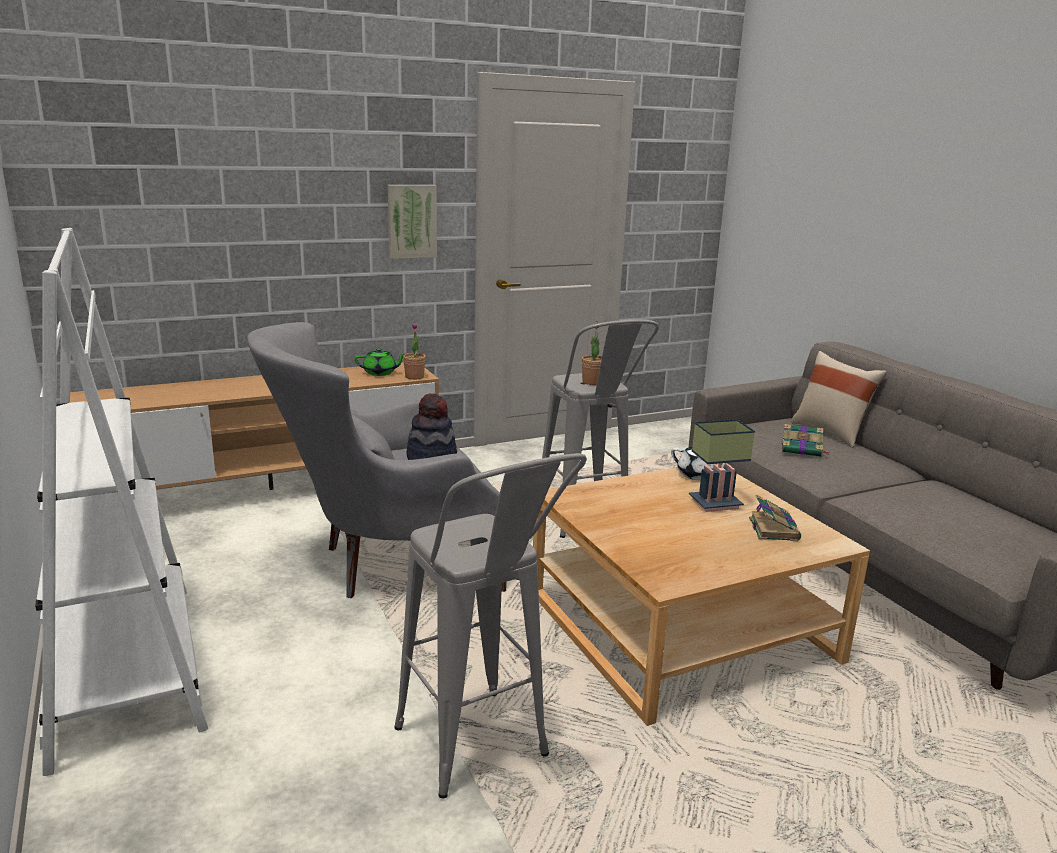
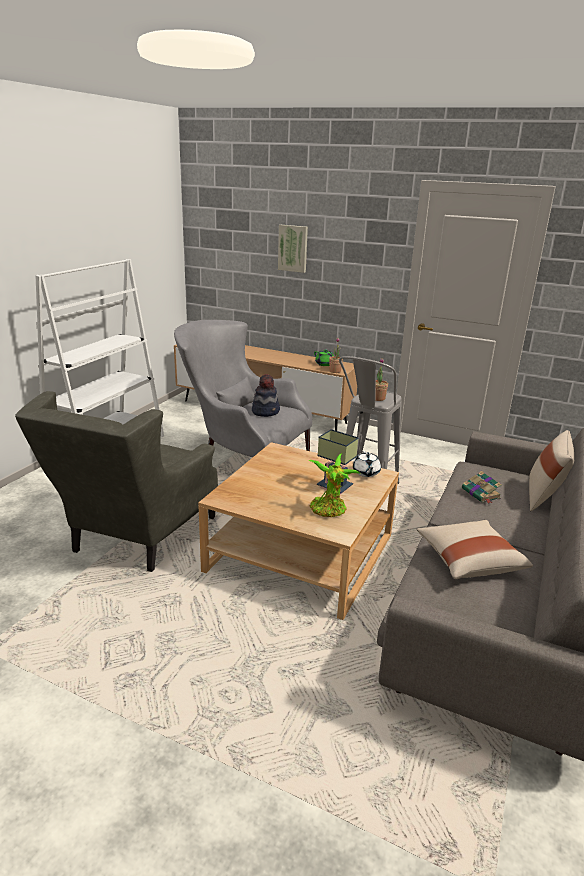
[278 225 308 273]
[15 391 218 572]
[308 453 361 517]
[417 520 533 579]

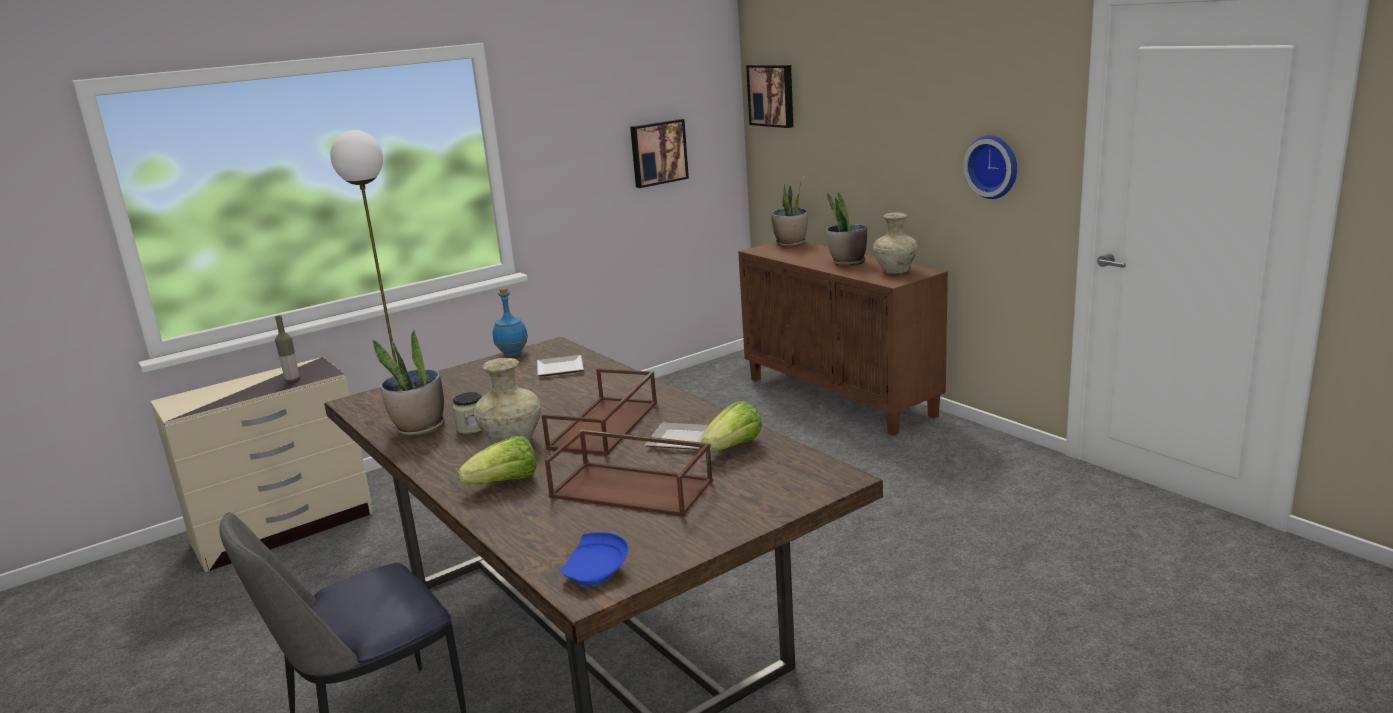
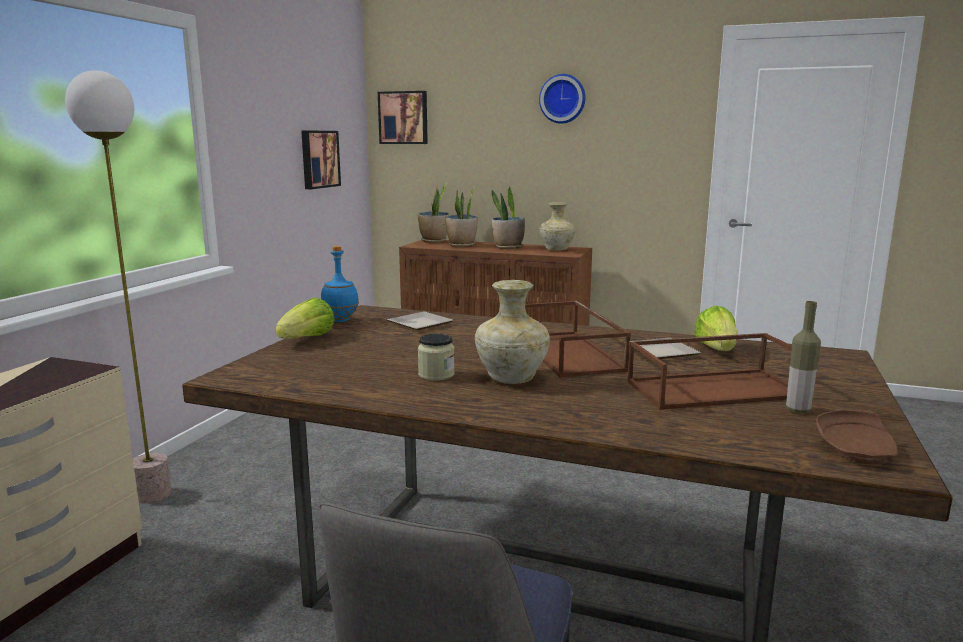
[786 301 821 413]
[445 185 477 247]
[275 297 335 339]
[816 410 898 464]
[539 74 586 124]

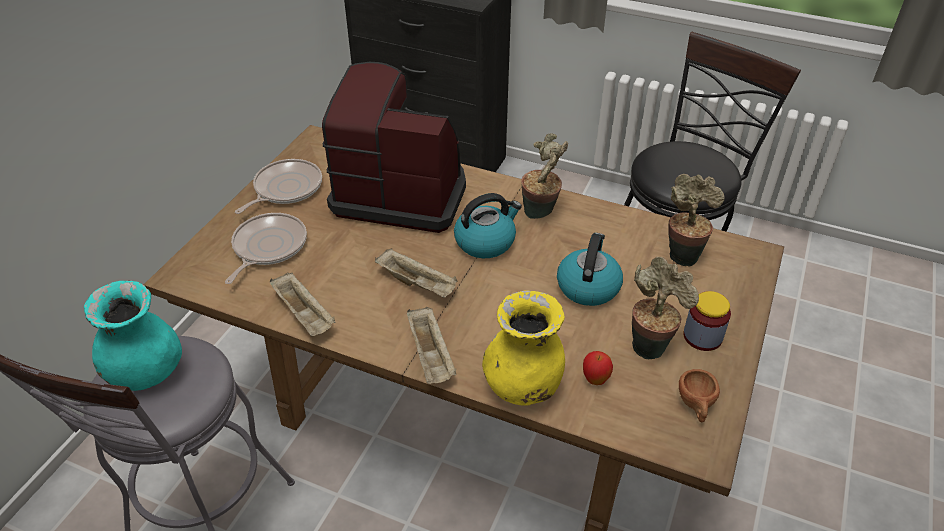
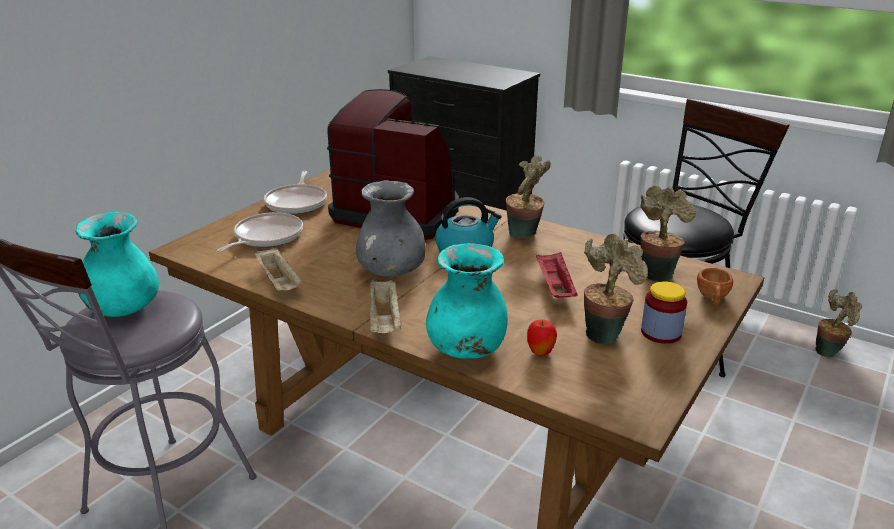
[264 171 327 214]
[356 180 426 277]
[426 243 508 359]
[536 252 578 298]
[697 268 733 306]
[815 289 862 357]

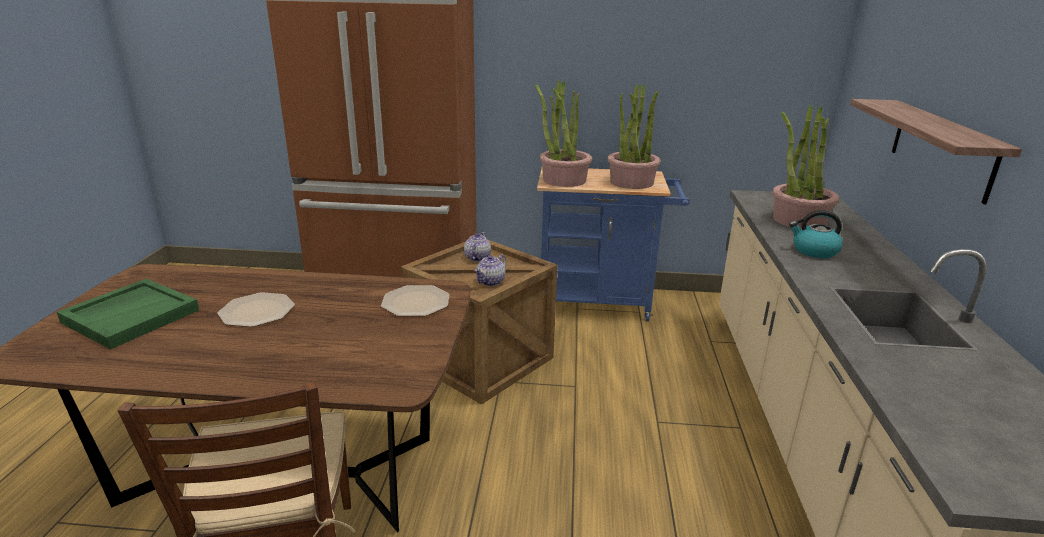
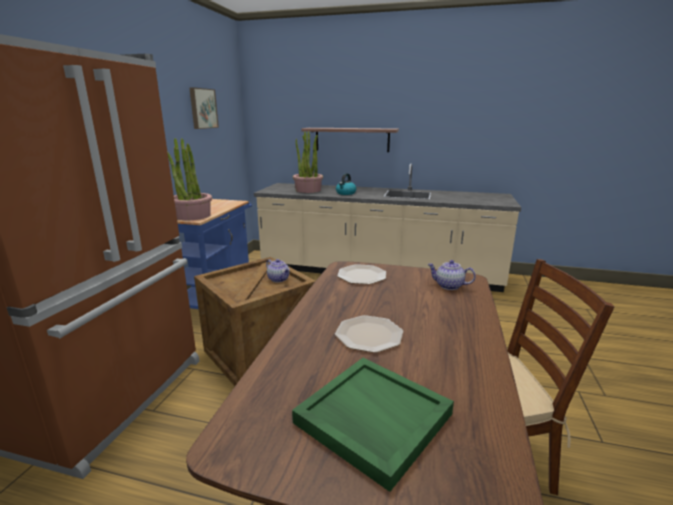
[427 260 476 290]
[608 83 661 189] (first image)
[189 87 219 129]

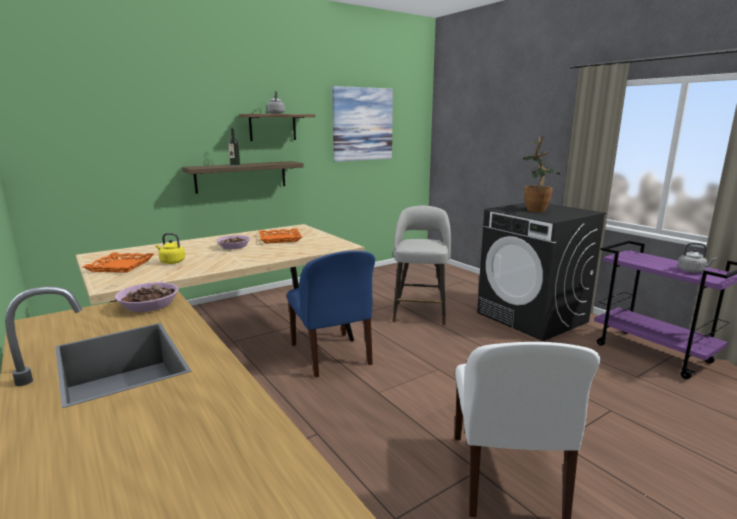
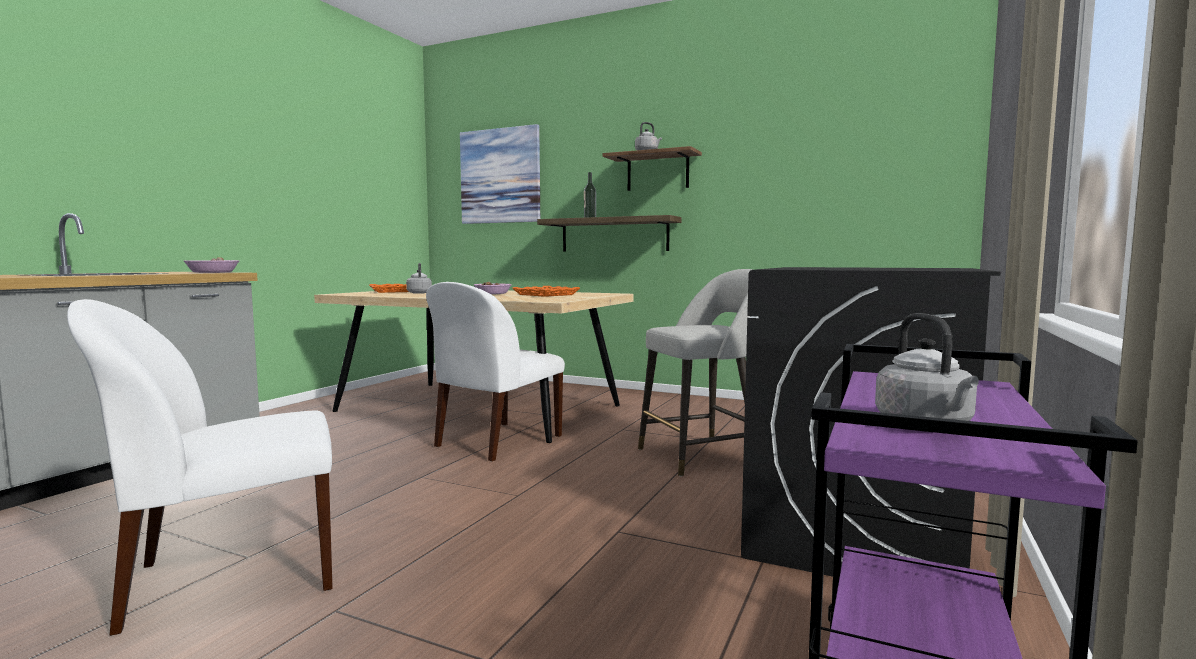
[406 263 432 294]
[426 282 565 461]
[460 124 540 224]
[523 136 561 212] (first image)

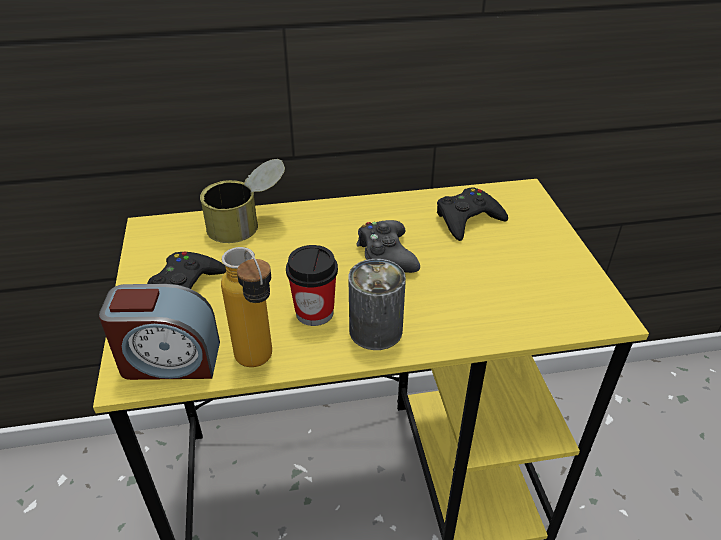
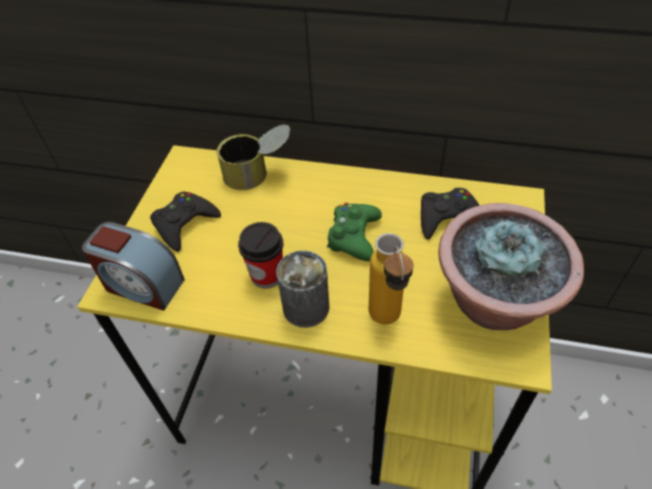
[369 233 413 324]
[327 203 382 261]
[438 203 584 330]

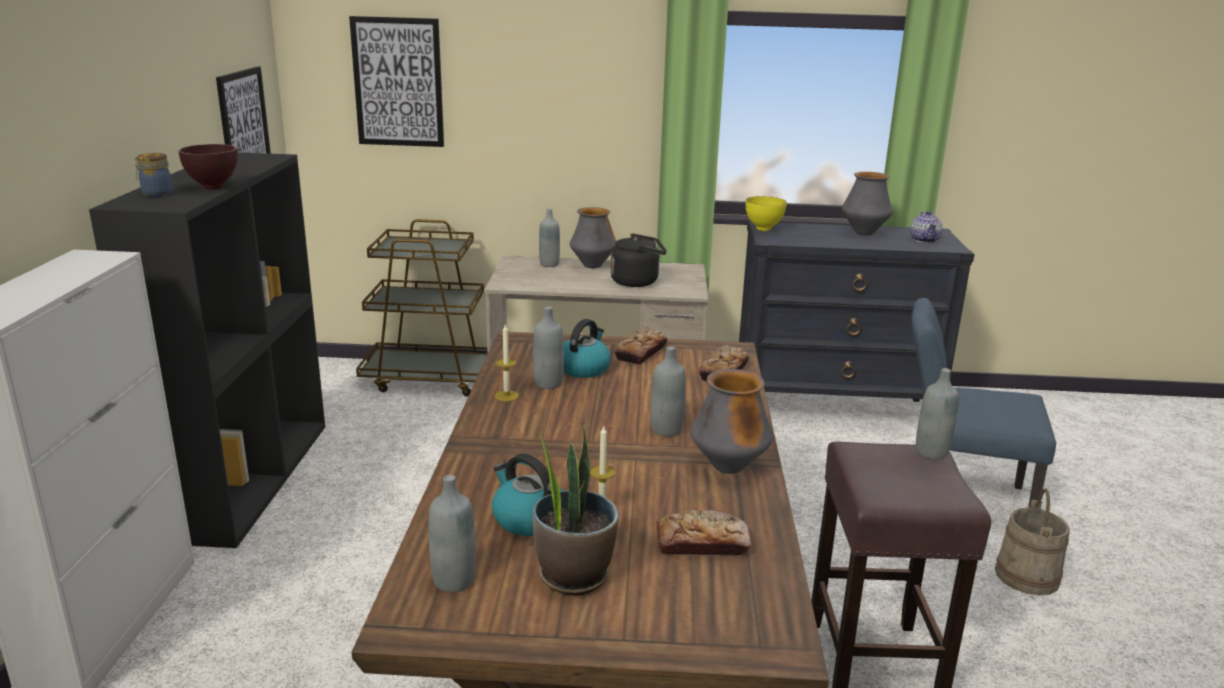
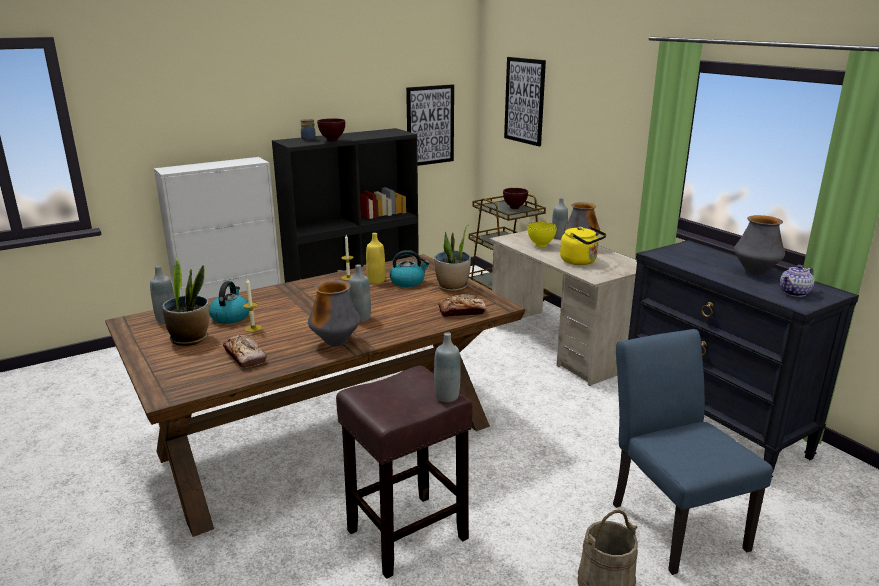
[366 233 385 284]
[560 226 606 265]
[434 224 471 292]
[528 222 557 247]
[503 188 528 209]

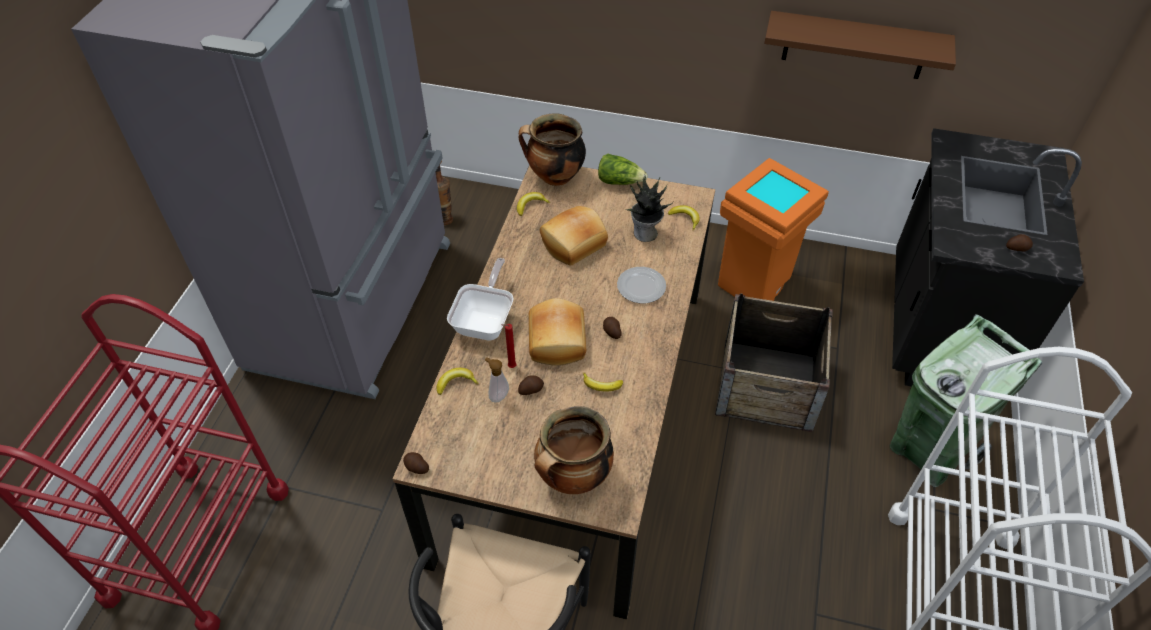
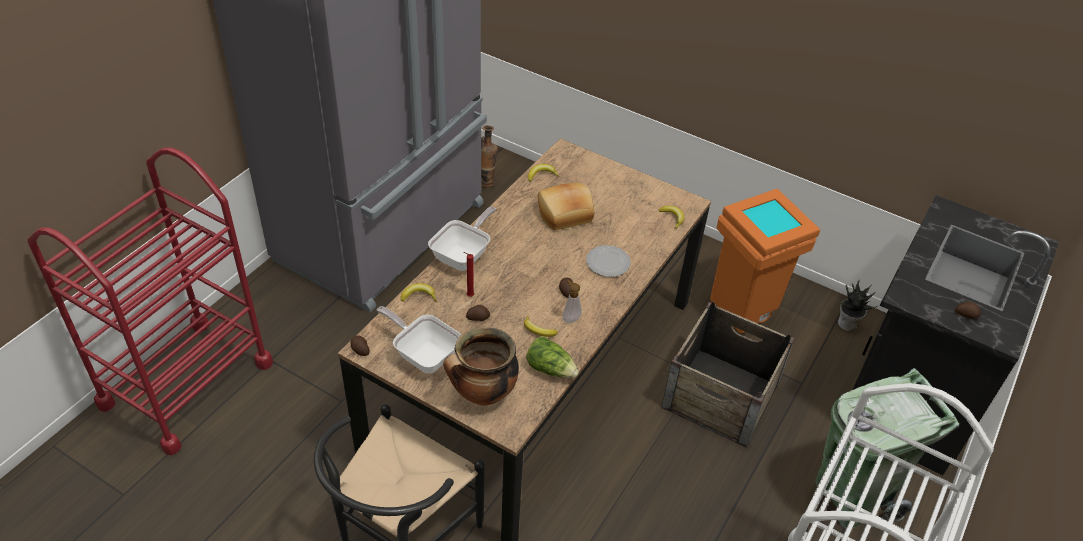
[562 280 582 323]
[519 113 586 186] (first image)
[529 298 586 366] (first image)
[526 337 579 378]
[838 280 877 331]
[764 11 956 79] (first image)
[377 306 461 374]

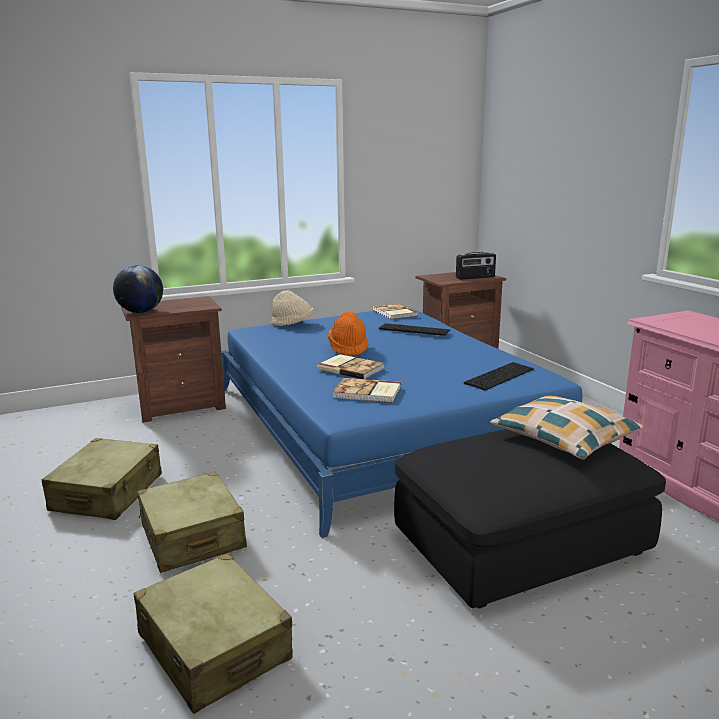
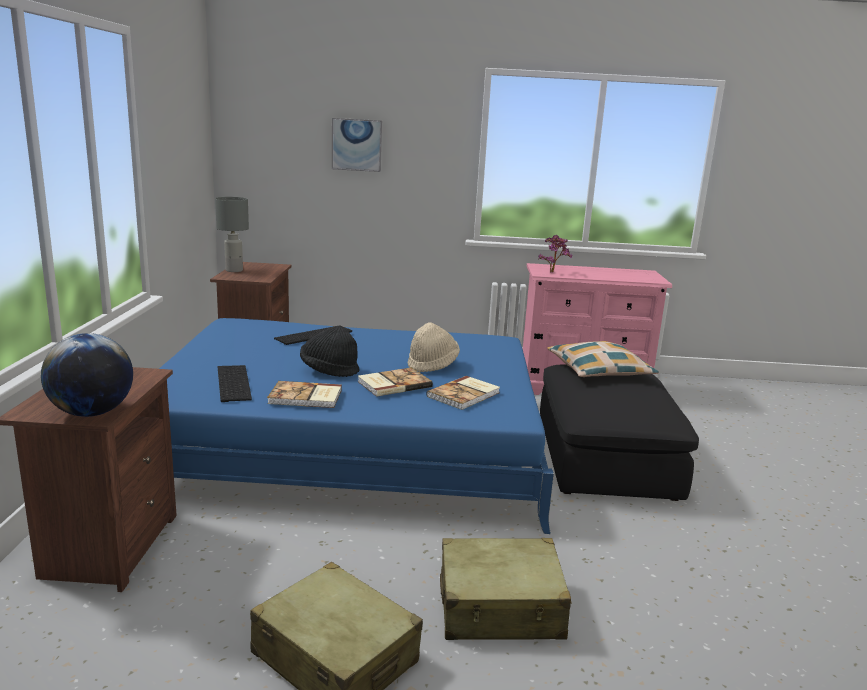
[134 553 293 714] (first image)
[408 322 460 372]
[300 326 360 377]
[267 381 342 408]
[456 252 496 280] (first image)
[218 365 252 402]
[215 197 249 272]
[332 118 382 172]
[538 235 572 272]

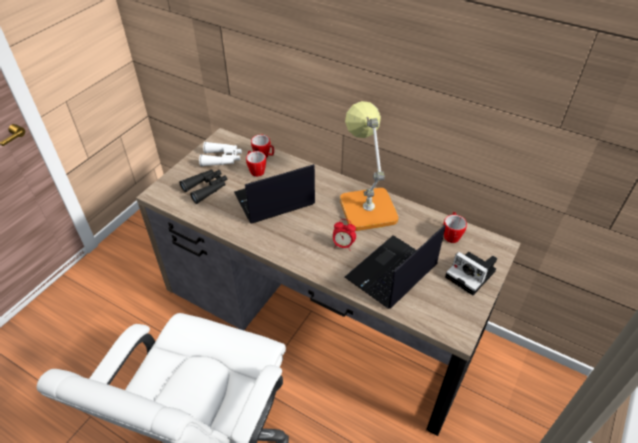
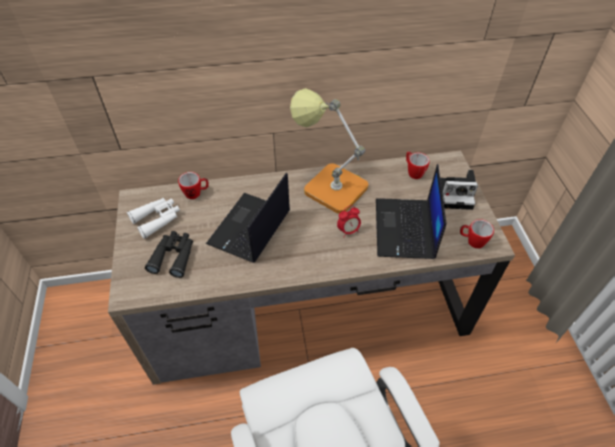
[460 219 494 249]

